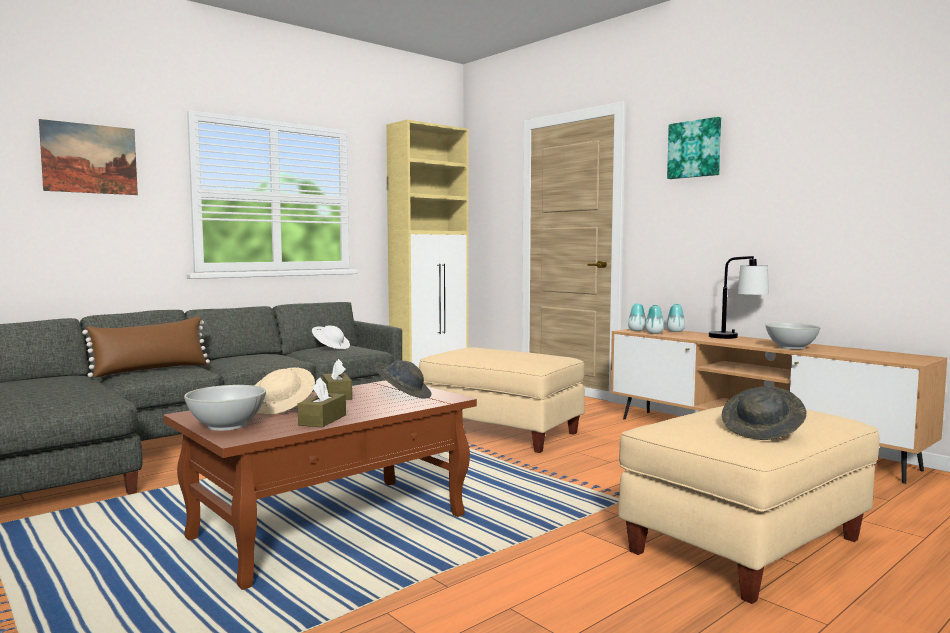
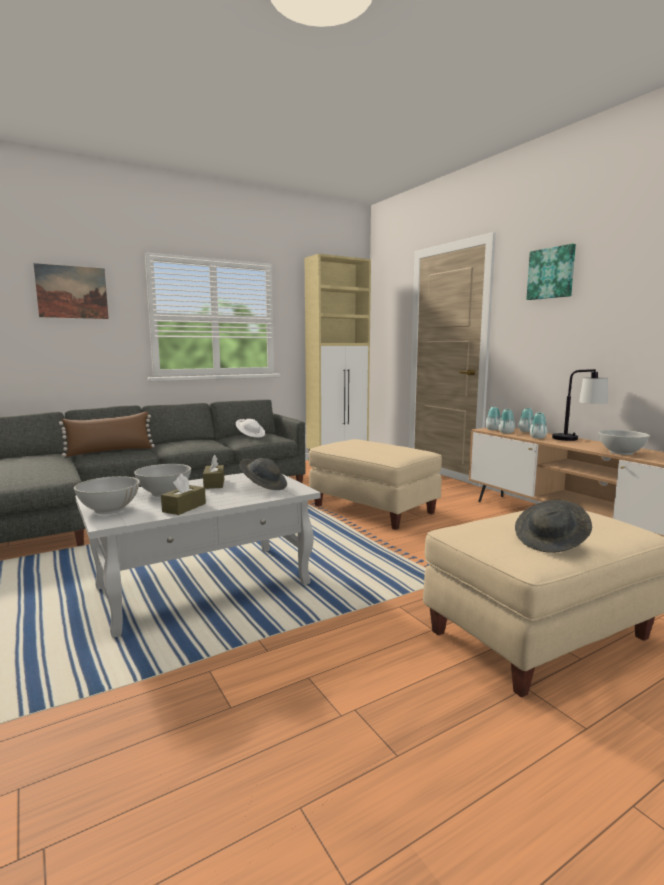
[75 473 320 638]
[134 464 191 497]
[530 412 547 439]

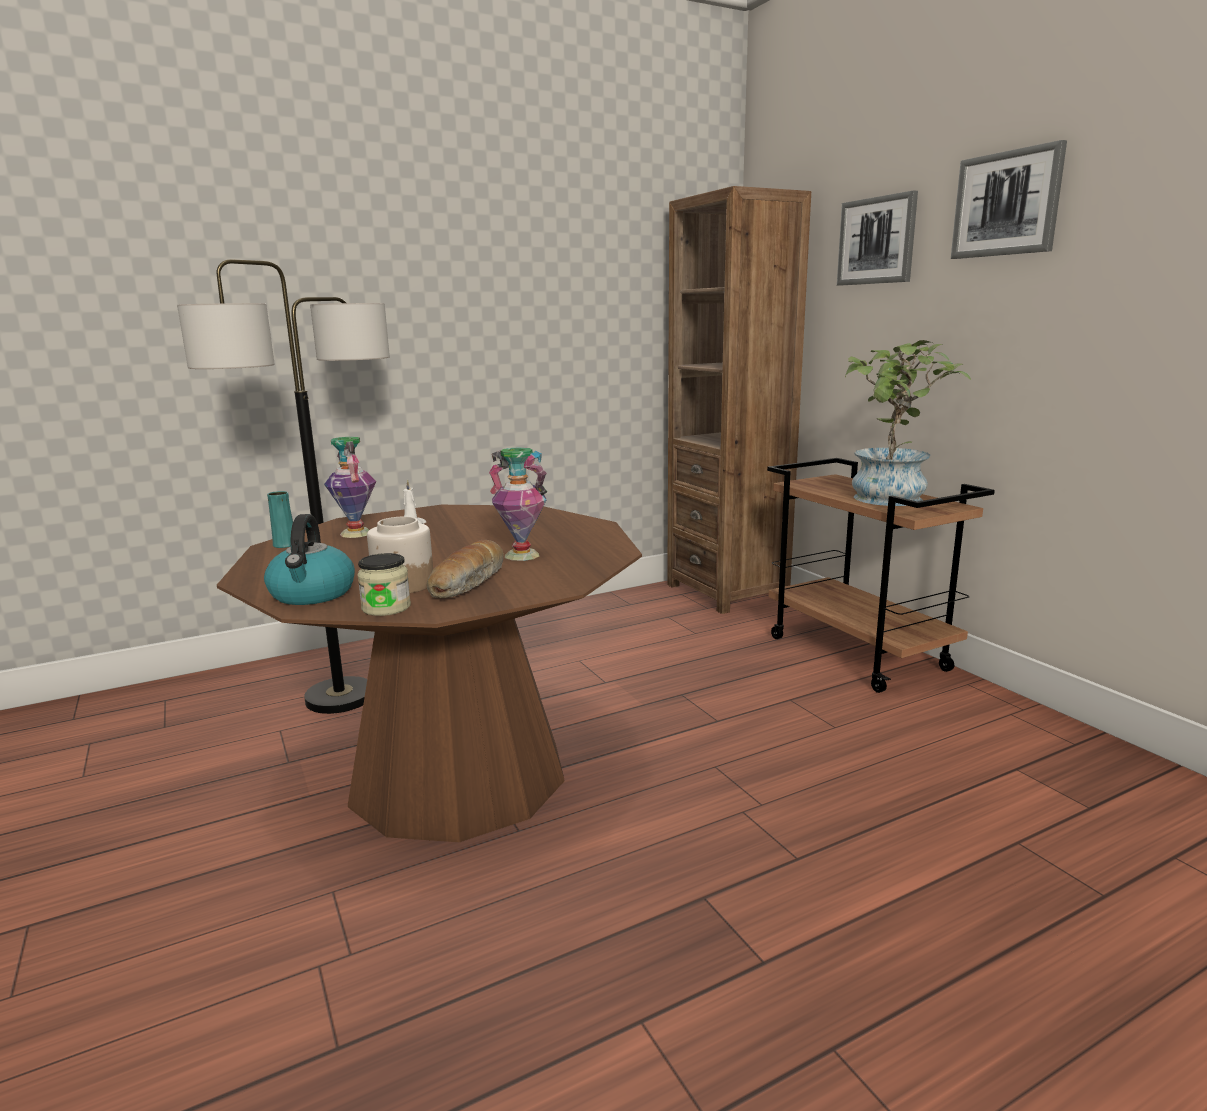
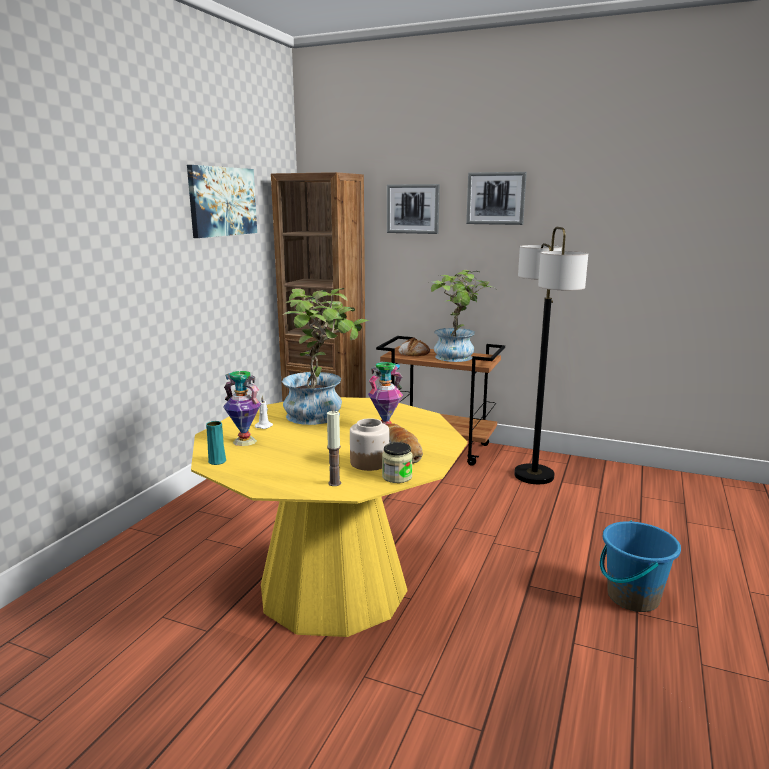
[514 227 588 484]
[191 397 468 637]
[327 410 341 486]
[187 165 257 238]
[282 288 369 425]
[398 337 430 356]
[600 521 681 612]

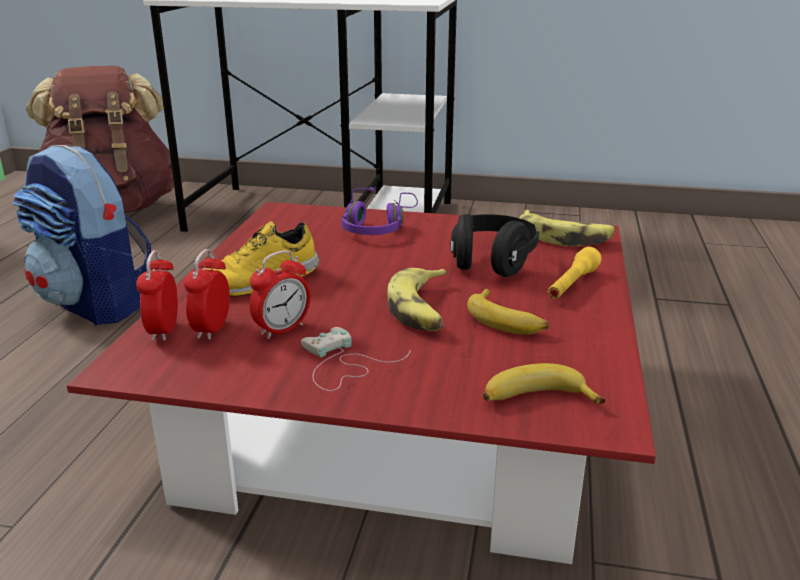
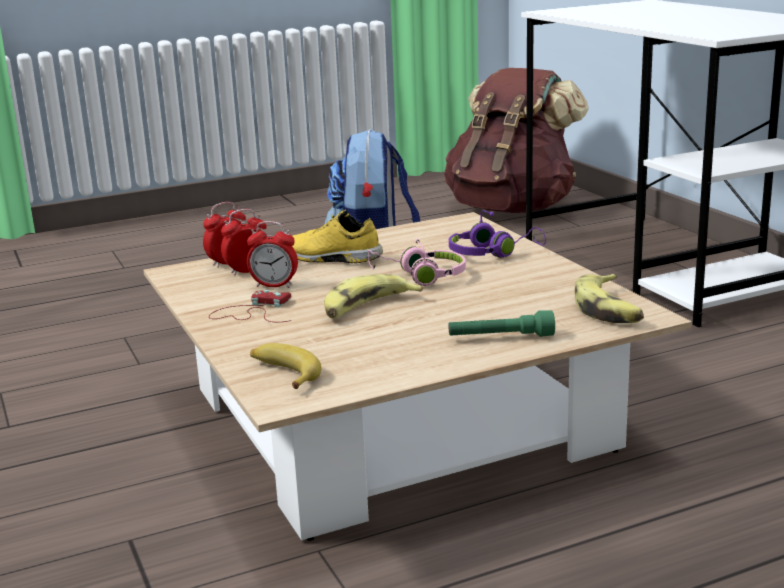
[143 212 692 541]
[209 290 292 323]
[450 214 539 277] (first image)
[467 288 549 335] (first image)
[449 310 555 337]
[368 239 466 286]

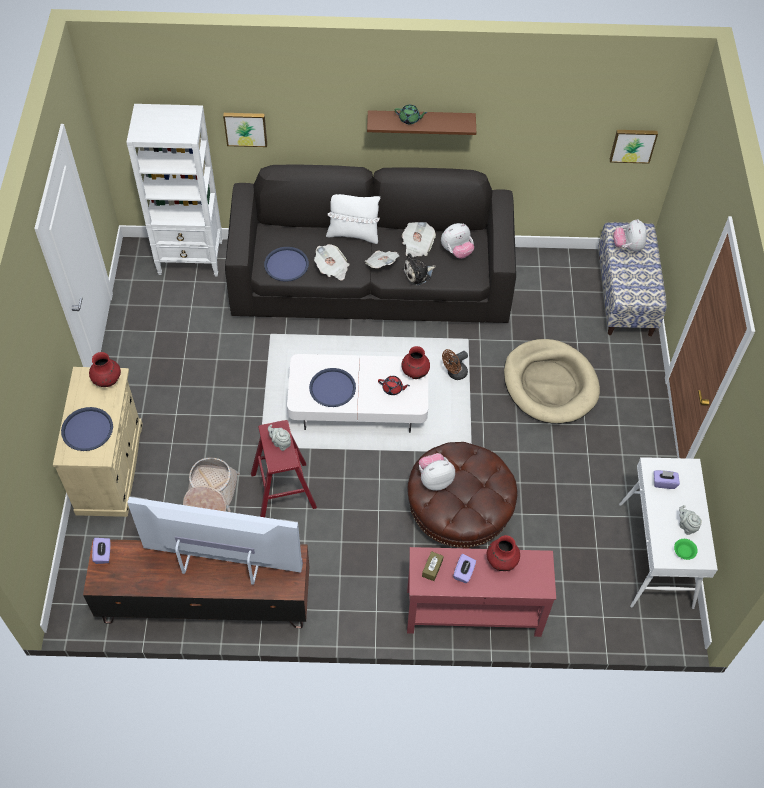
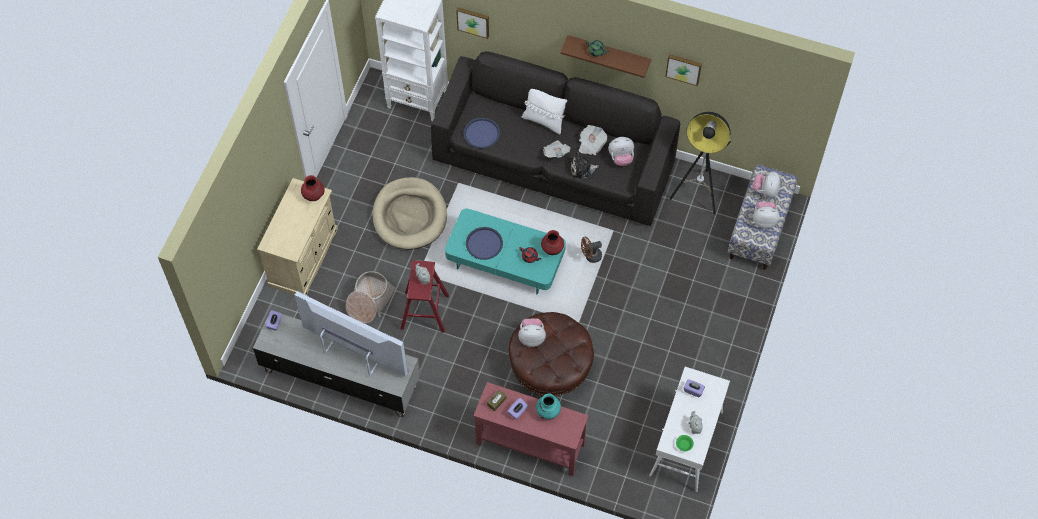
[61 407 113 451] (first image)
[253 314 420 417]
[445 208 566 294]
[314 244 350 281] (first image)
[536 393 561 420]
[372 177 447 250]
[665 54 702 86]
[669 112 732 215]
[753 201 780 229]

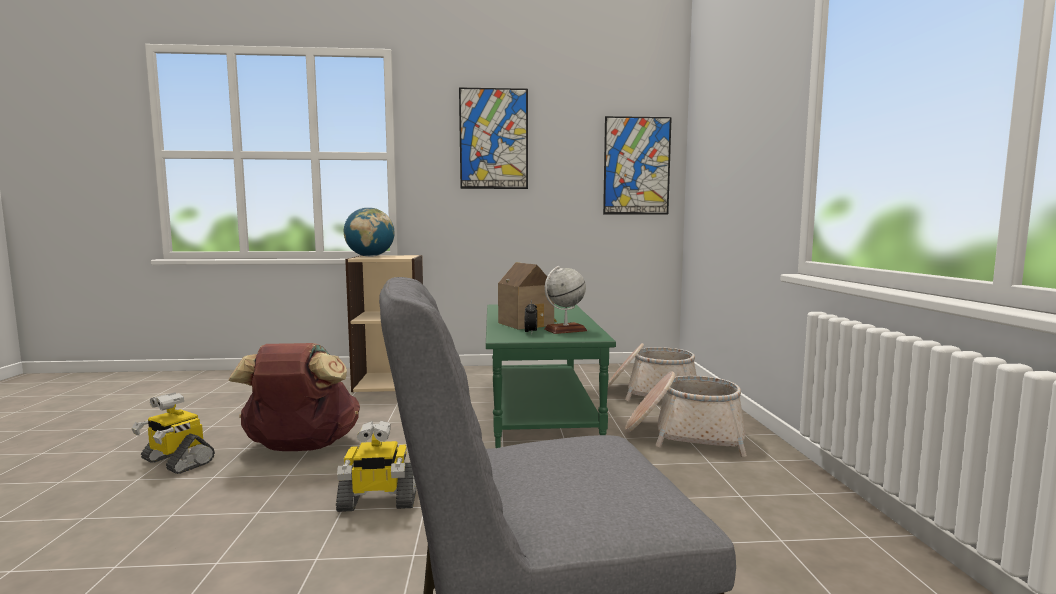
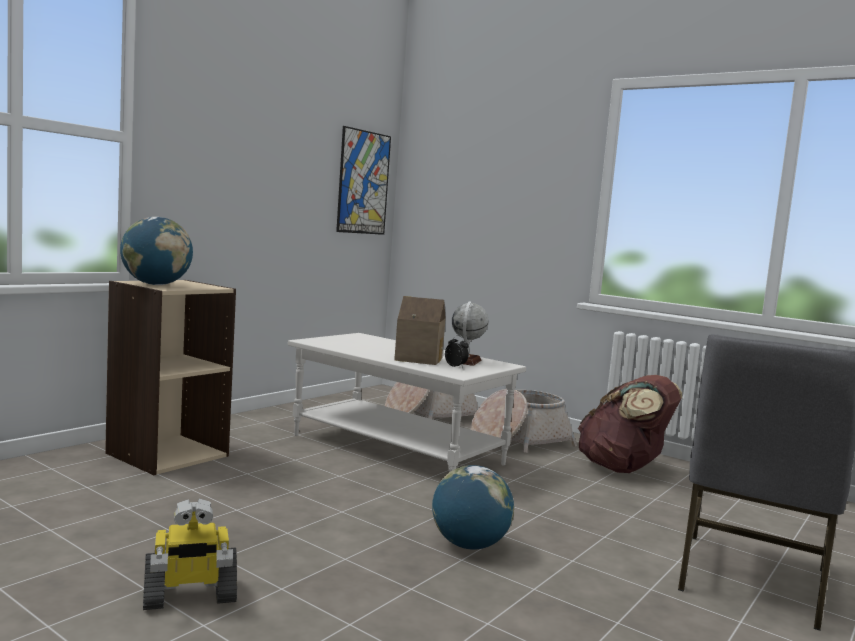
[578 375 682 473]
[432 465 514 550]
[459 88 528 189] (first image)
[288 333 526 472]

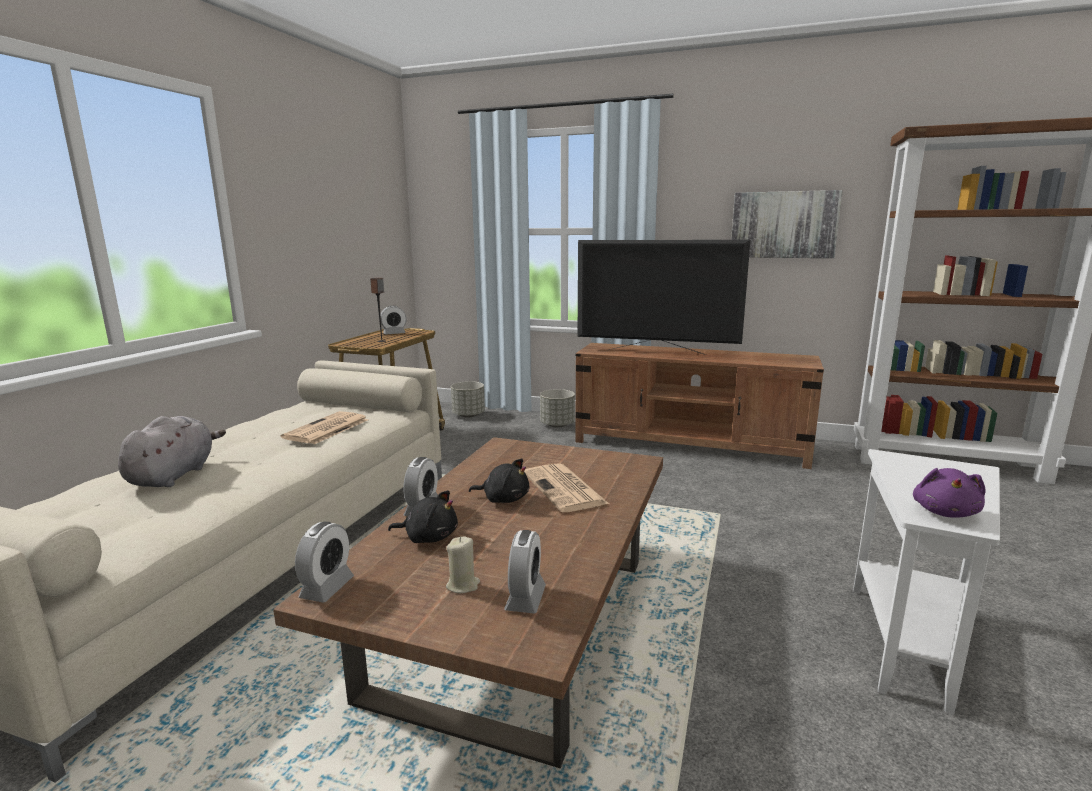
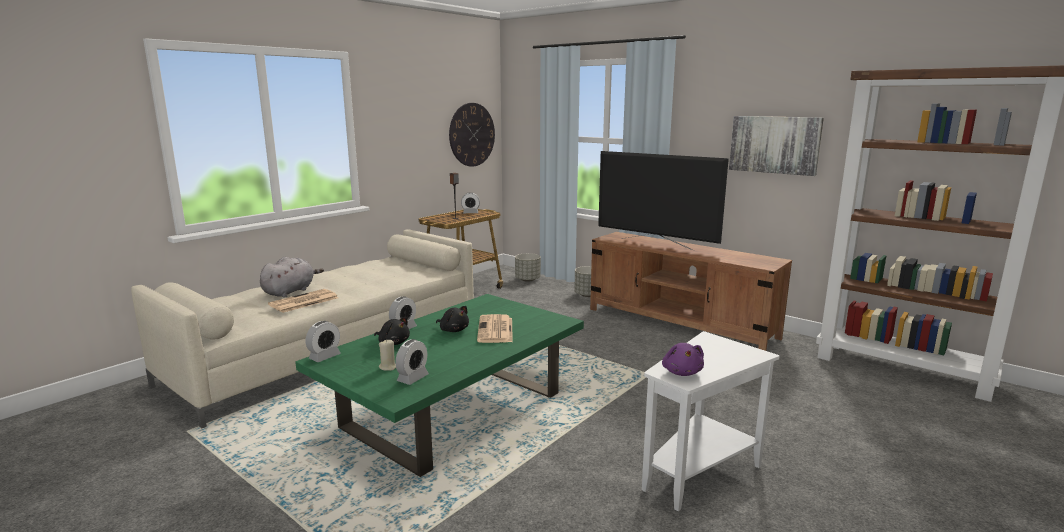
[295 294 584 477]
[268 289 338 313]
[662 343 704 376]
[449 103 495 167]

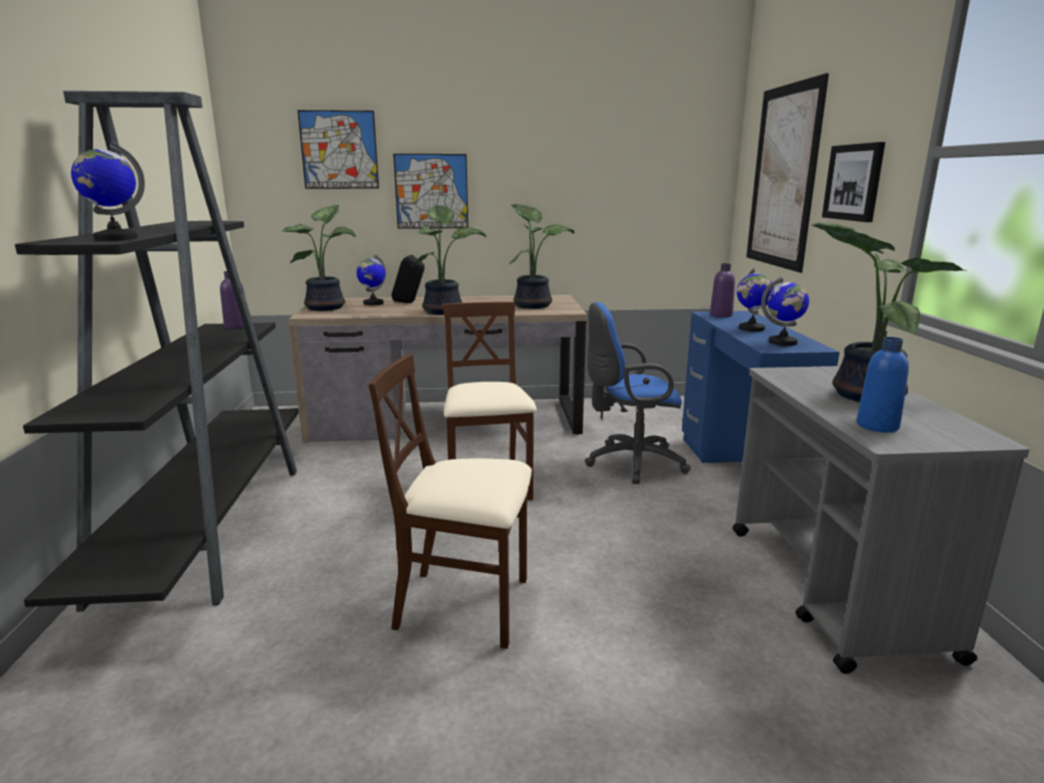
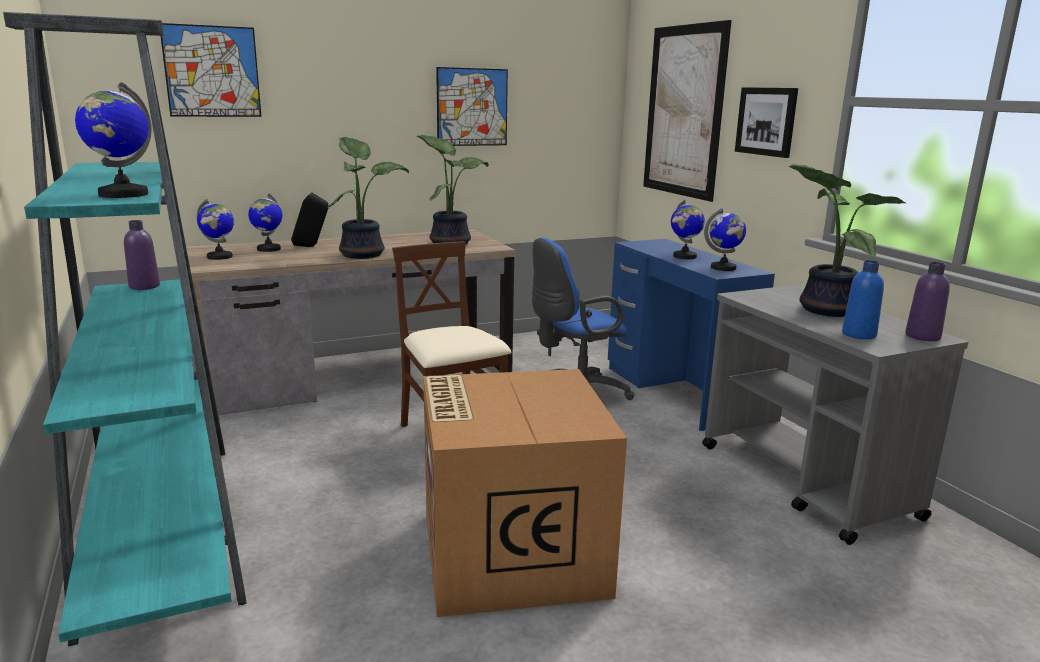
[3 12 247 646]
[197 199 234 260]
[423 369 627 617]
[436 67 508 146]
[905 262 950 341]

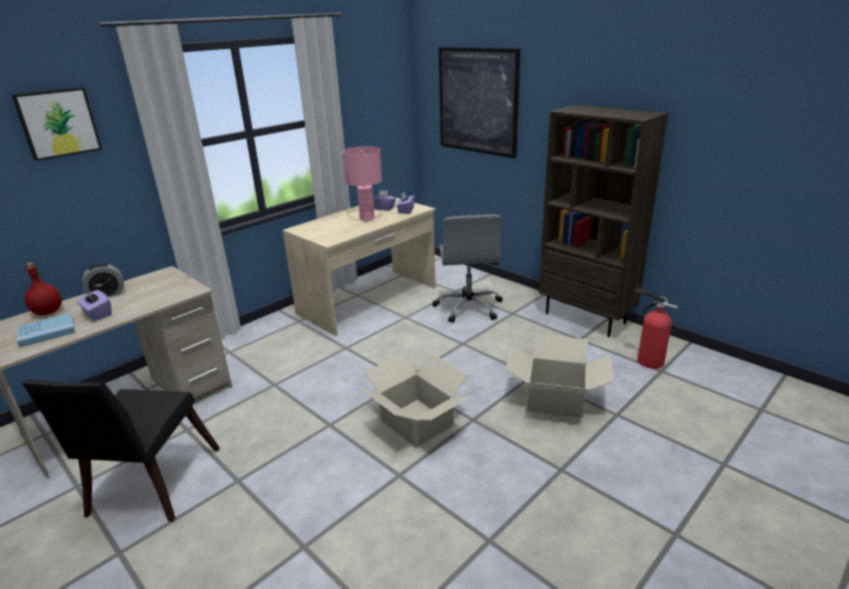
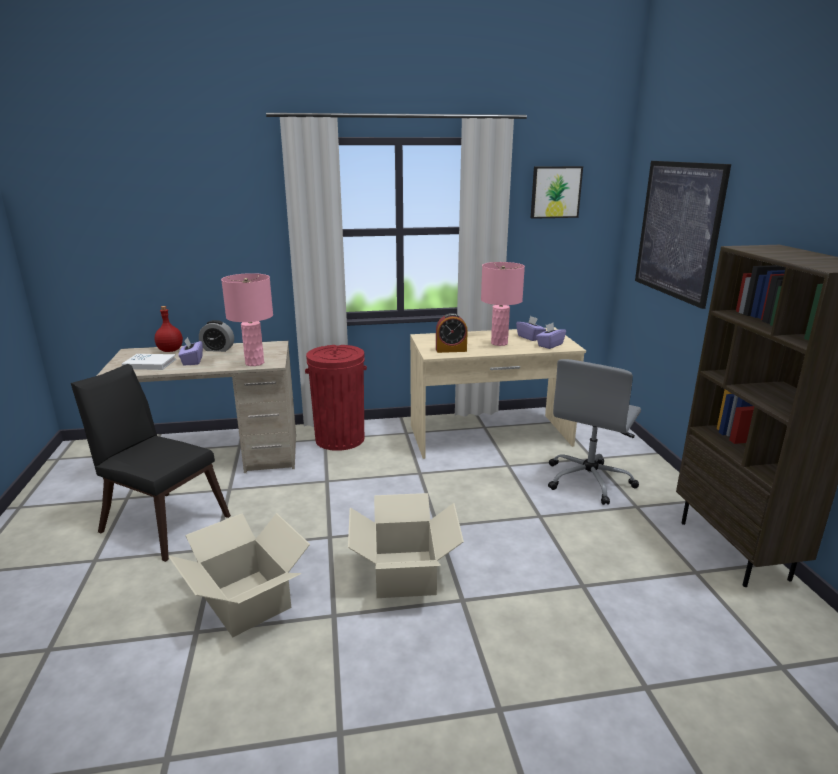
[531 166 583 219]
[122 354 176 370]
[71 364 231 562]
[168 513 310 637]
[634 288 678 369] (first image)
[221 273 273 366]
[305 345 367 451]
[436 313 468 353]

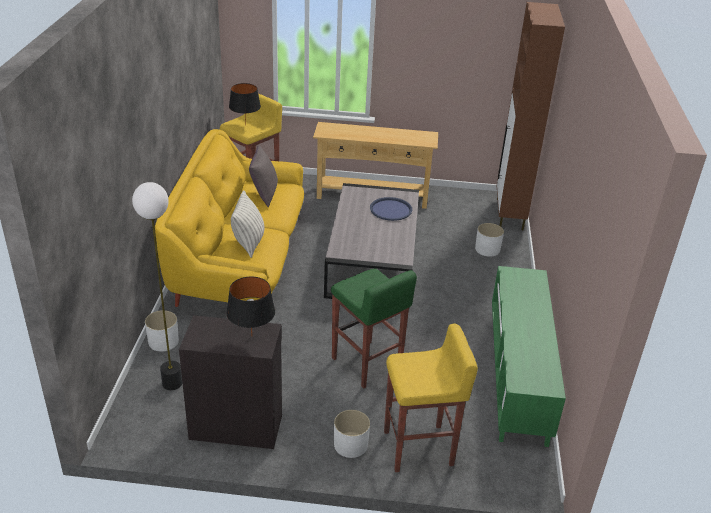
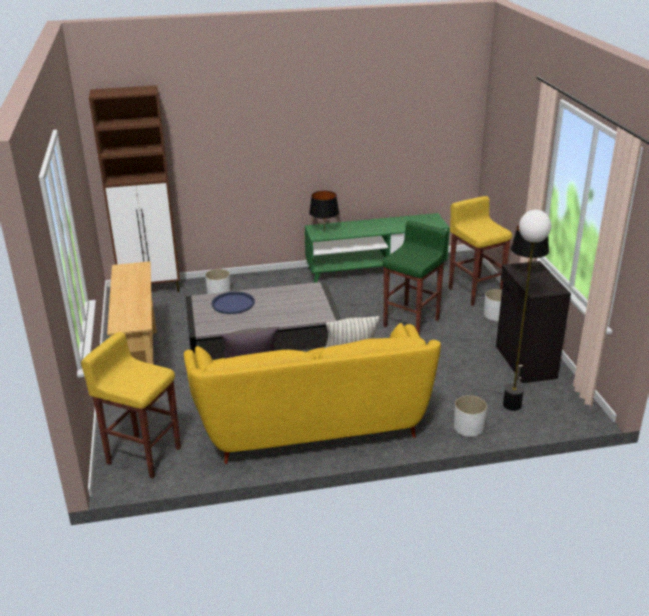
[309 191 339 231]

